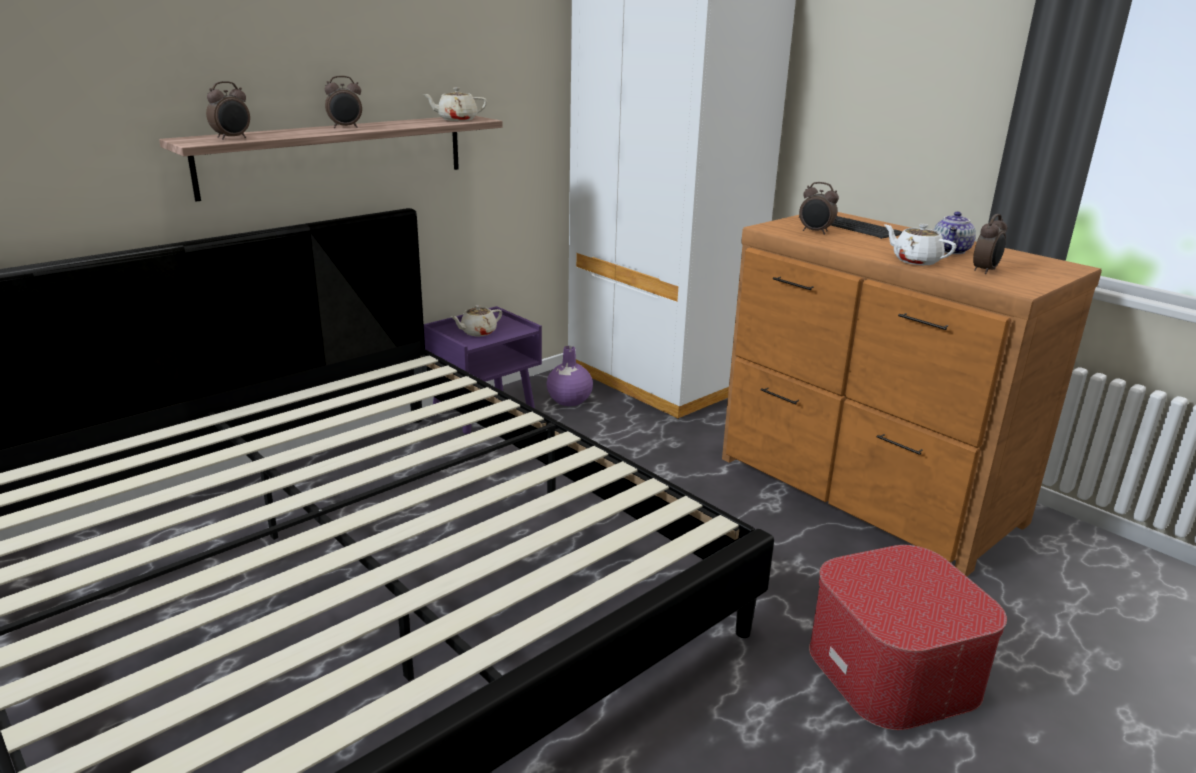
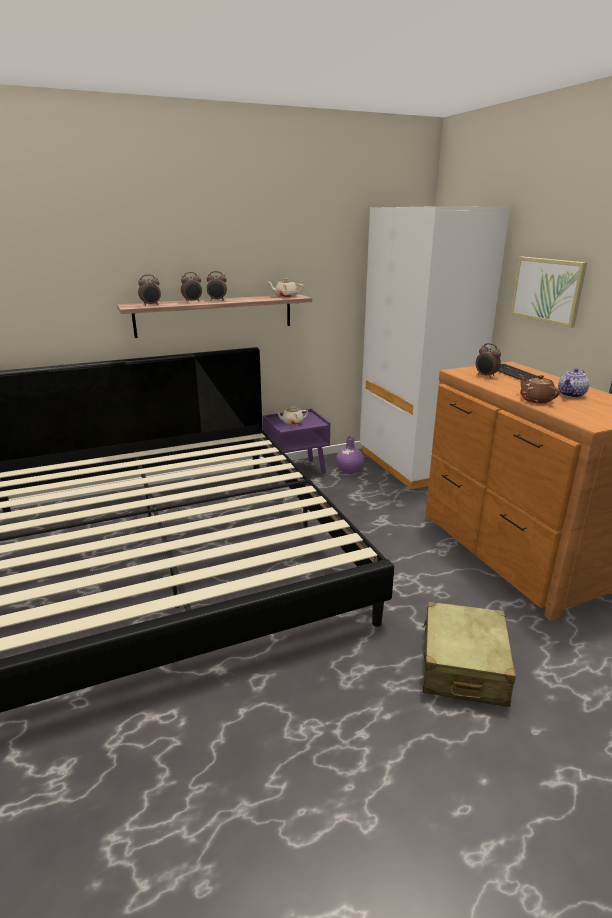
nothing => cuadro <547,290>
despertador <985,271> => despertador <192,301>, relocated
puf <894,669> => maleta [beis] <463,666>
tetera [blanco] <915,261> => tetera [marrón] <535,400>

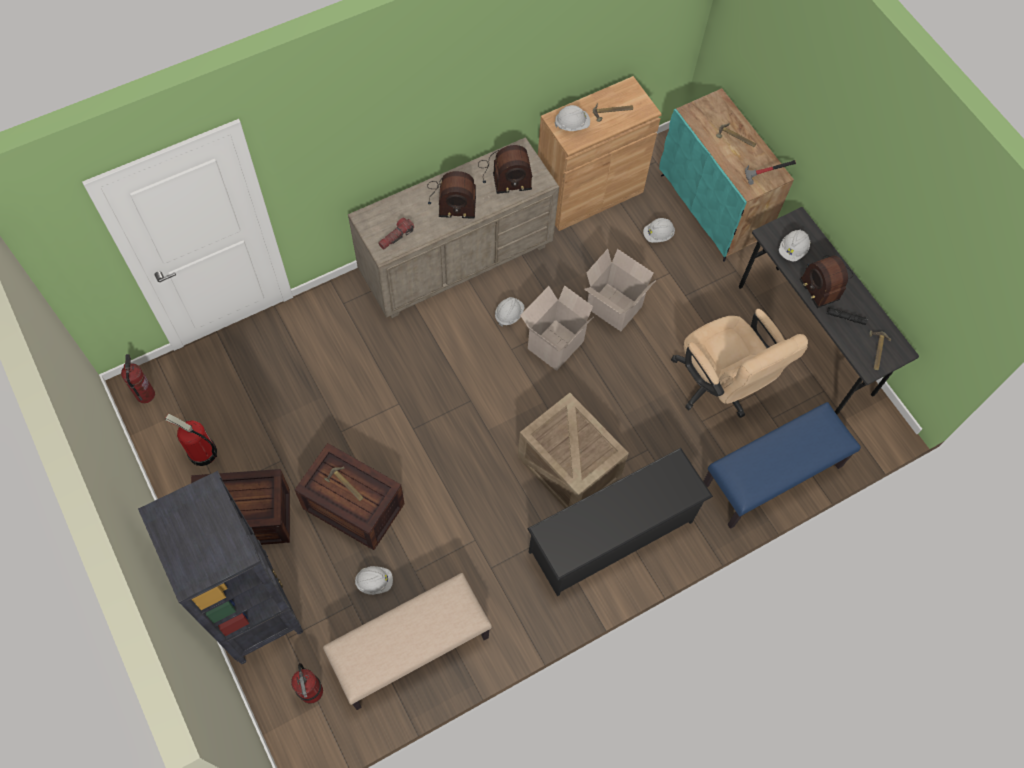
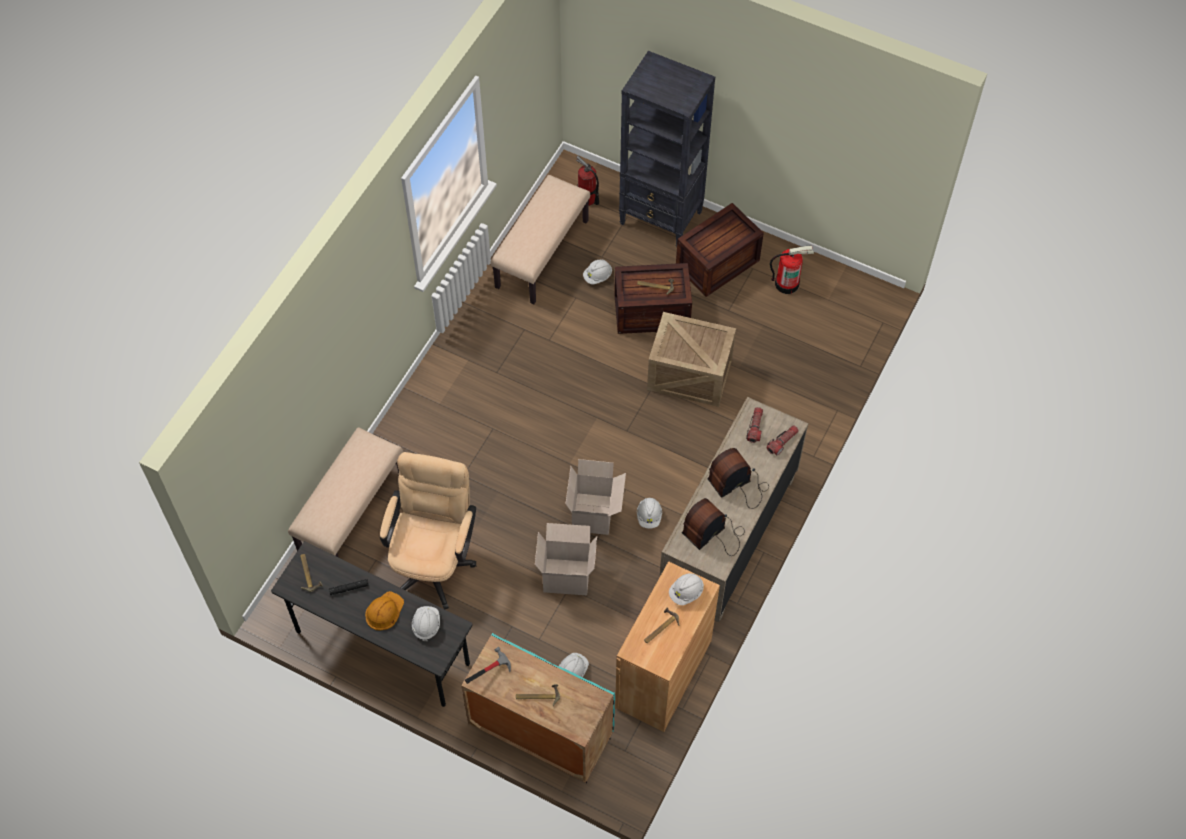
extintor <145,394> => nothing
zapatero [negro] <611,536> => nothing
nothing => linterna <782,442>
caja de embalaje <567,466> => caja de embalaje <691,374>, relocated
radio <823,281> => casco [naranja] <384,611>
banco [azul] <771,477> => banco [beis] <351,511>
silla de oficina [beis] <720,387> => silla de oficina [beis] <434,560>, 75 degrees clockwise

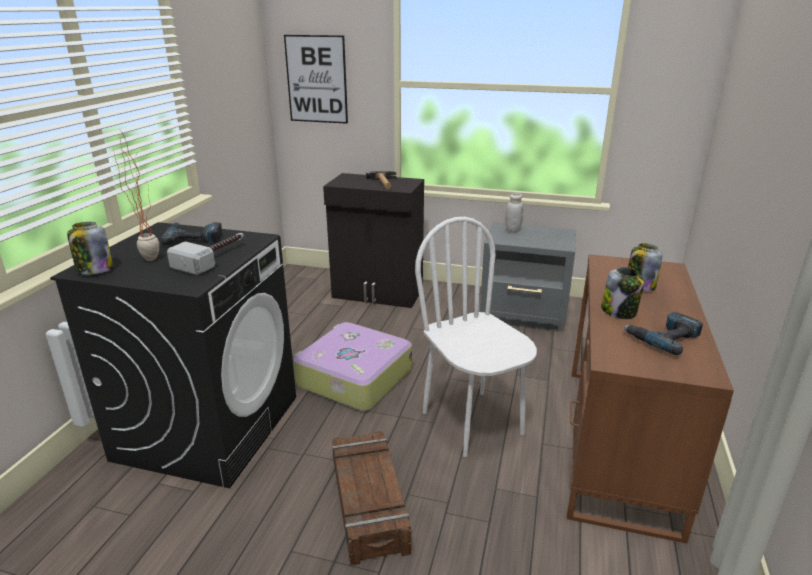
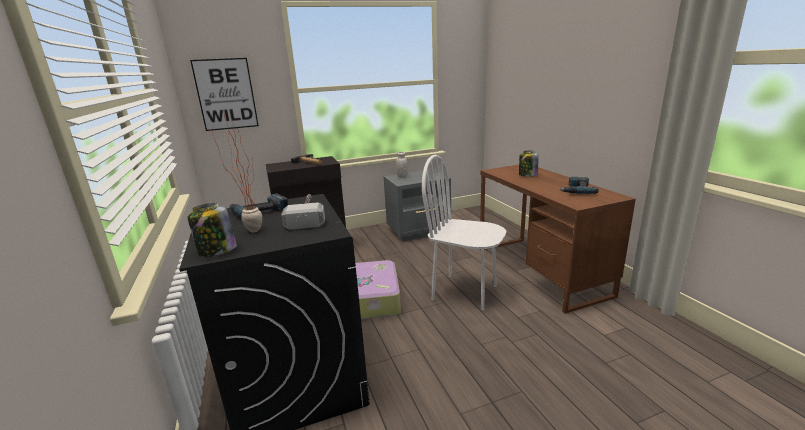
caja de embalaje <369,503> => nothing
tarro <619,312> => nothing

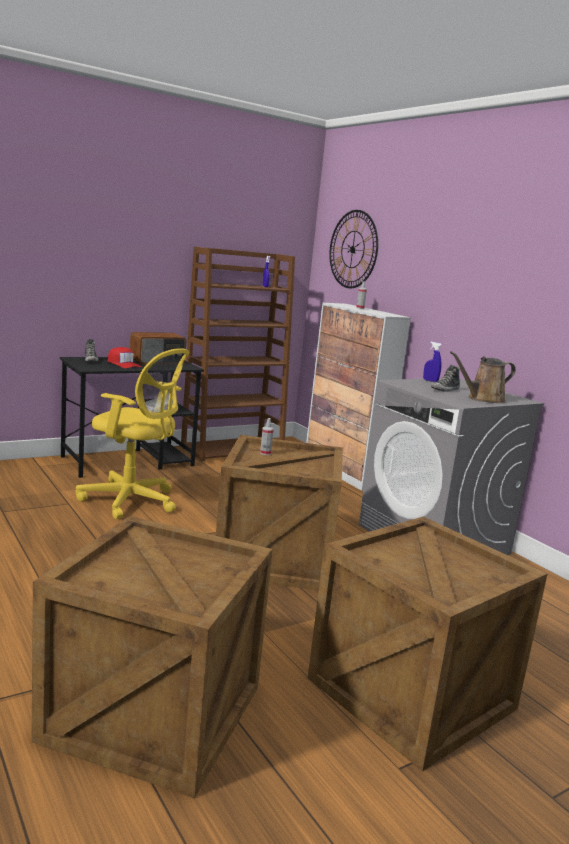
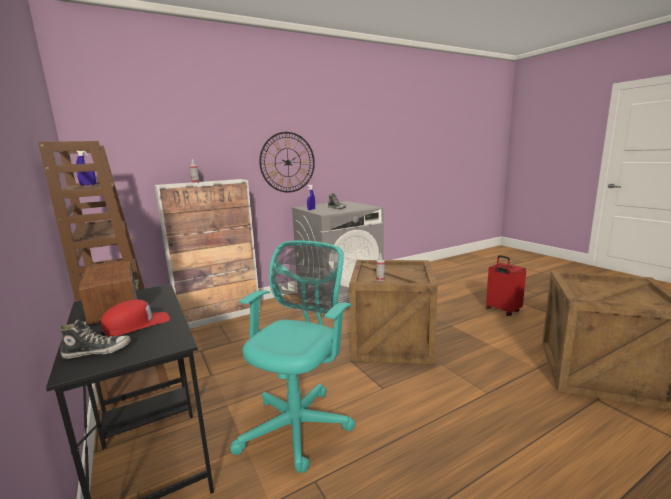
regadera [marrón] <483,399> => nothing
reloj de pared <353,249> => reloj de pared <287,162>, relocated
caja de embalaje <411,691> => maleta [rojo] <502,310>
silla de oficina [amarillo] <132,501> => silla de oficina [turquesa] <299,424>

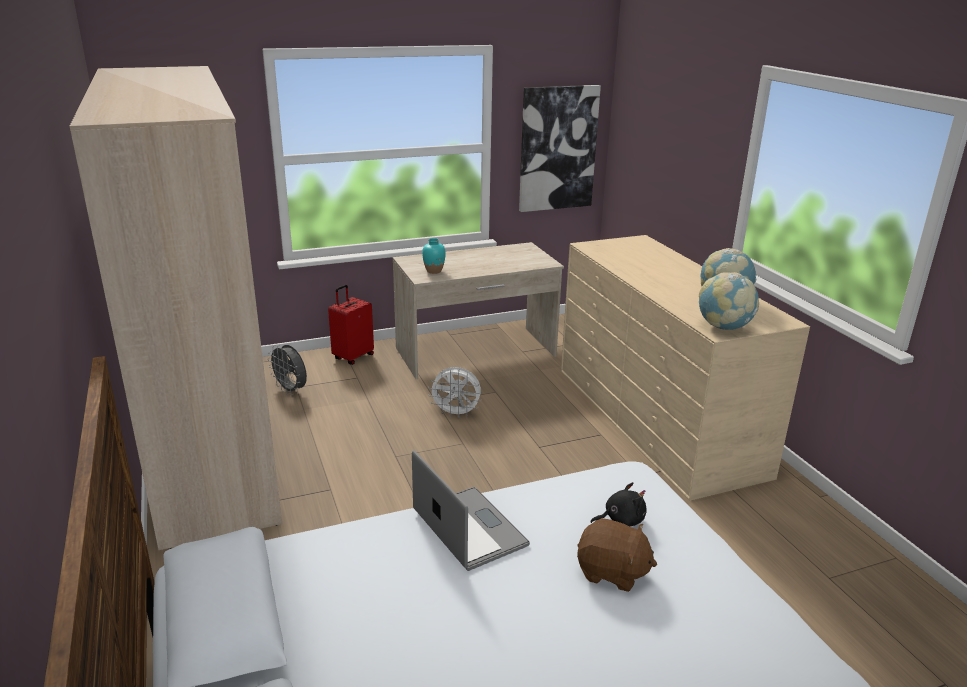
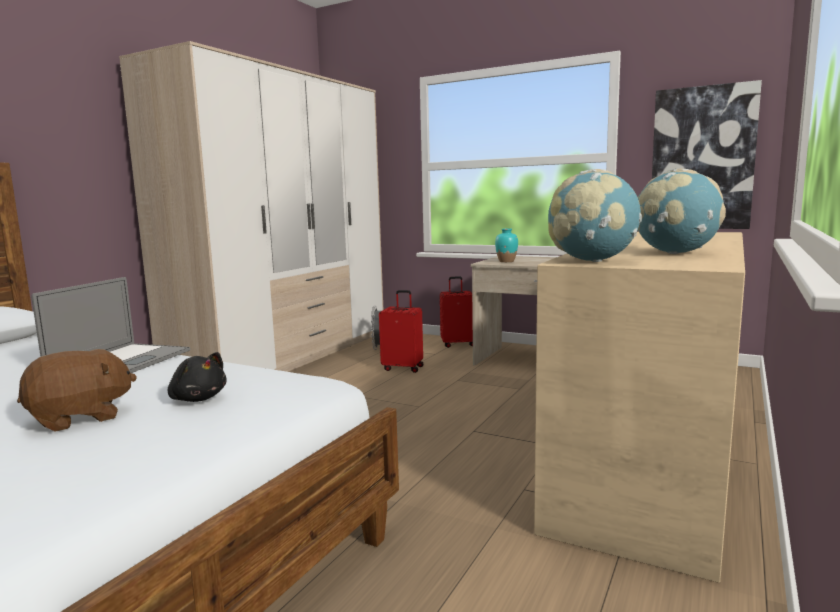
ventilador [blanco] <456,414> => nothing
nothing => maleta [rojo] <403,368>
peluche [marrón] <612,572> => peluche [marrón] <80,418>, 105 degrees counterclockwise

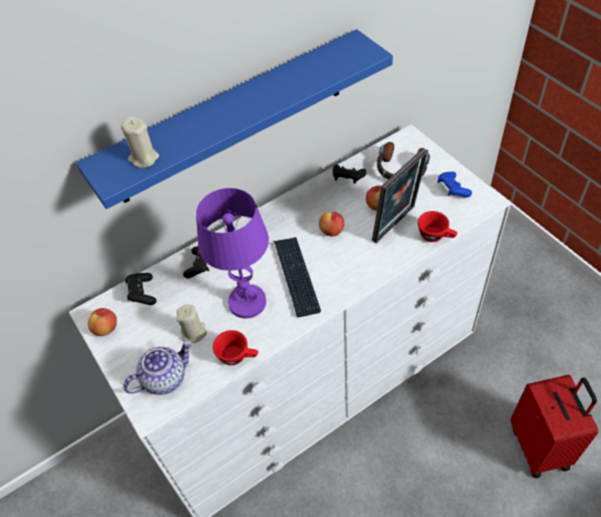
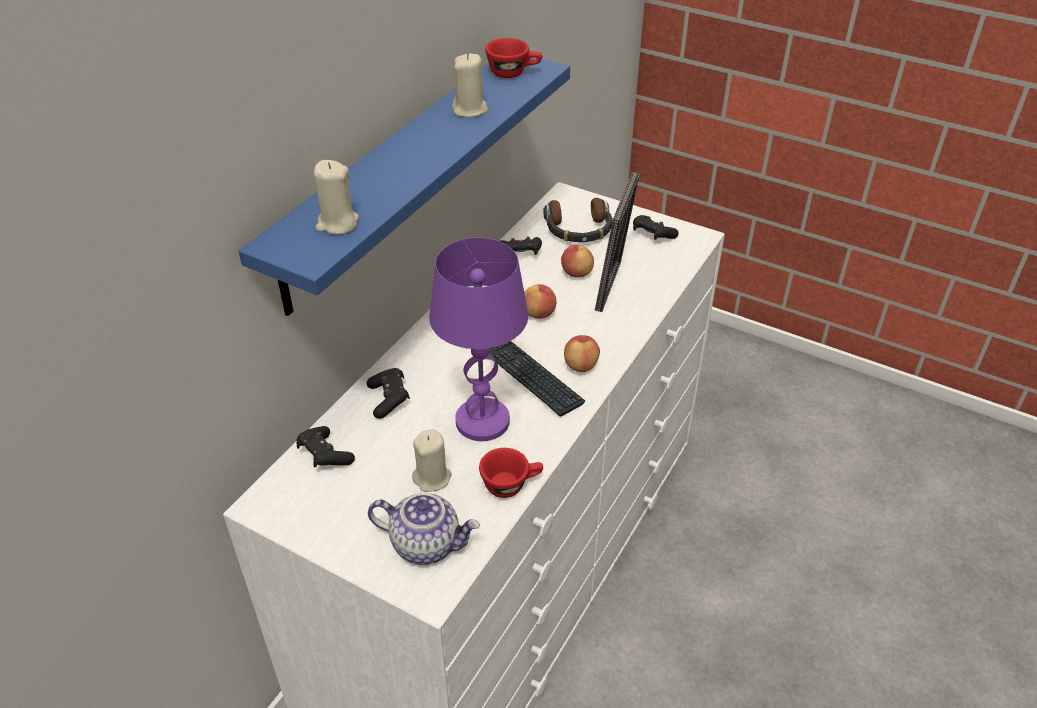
maleta [rojo] <540,447> => nothing
nothing => vela [beis] <470,110>
manzana <106,328> => manzana <580,366>, relocated
taza [rojo] <436,236> => taza [rojo] <513,73>, relocated
mando de consola [azul] <452,189> => mando de consola [negro] <652,235>
tetera <165,378> => tetera <427,544>, 75 degrees clockwise

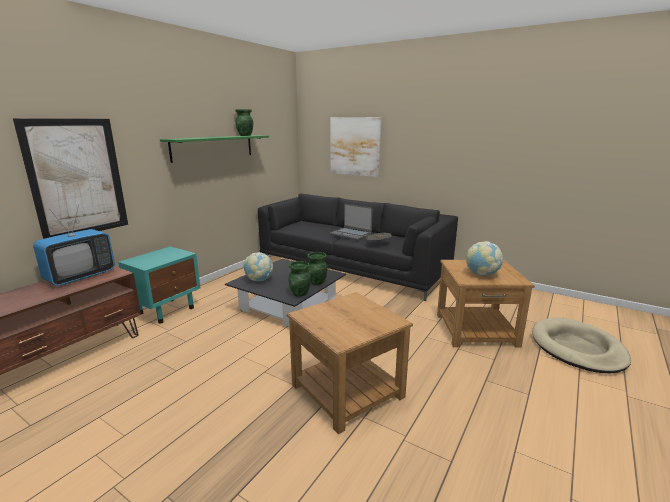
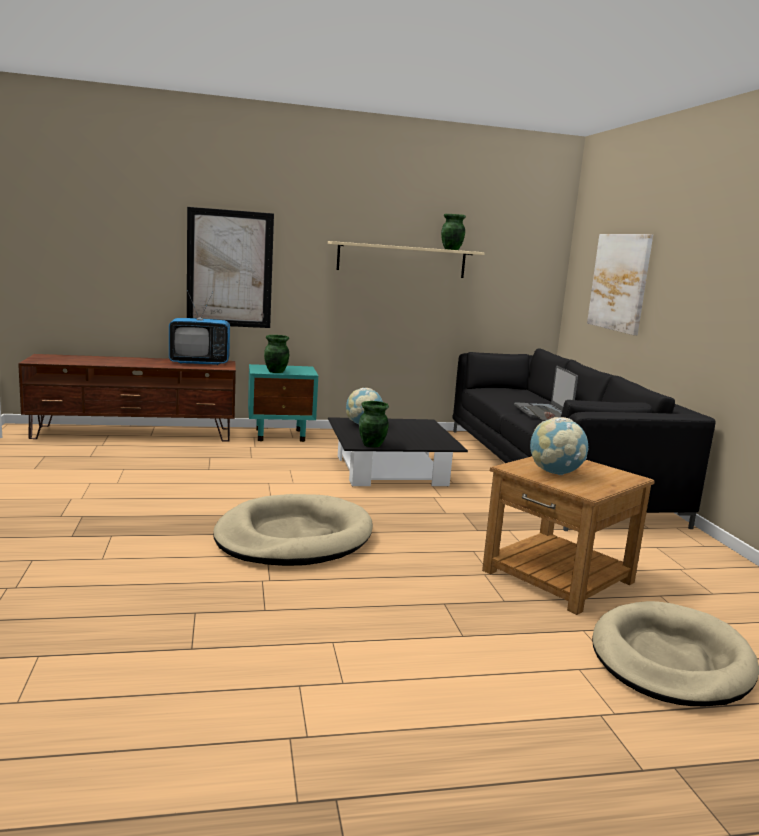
florero [verde] <317,282> => florero [verde] <276,371>, relocated
mesa auxiliar [marrón] <347,390> => cama para perro [beis] <293,537>
estante [verde] <213,147> => estante [beis] <402,260>

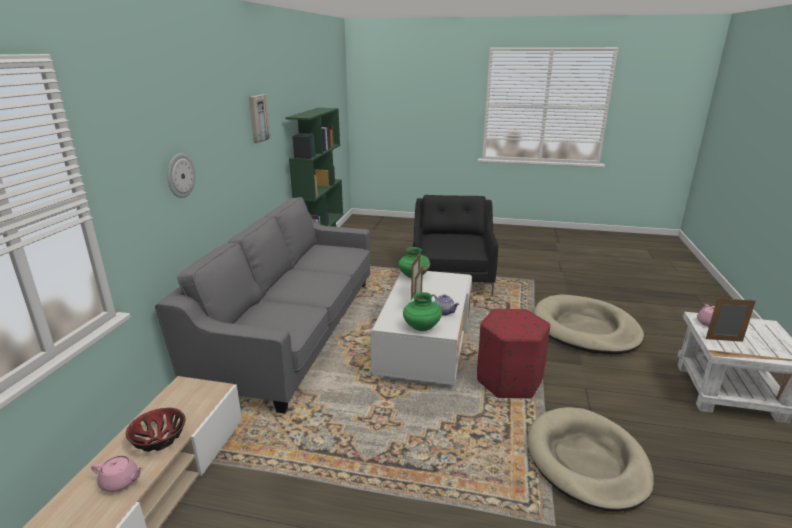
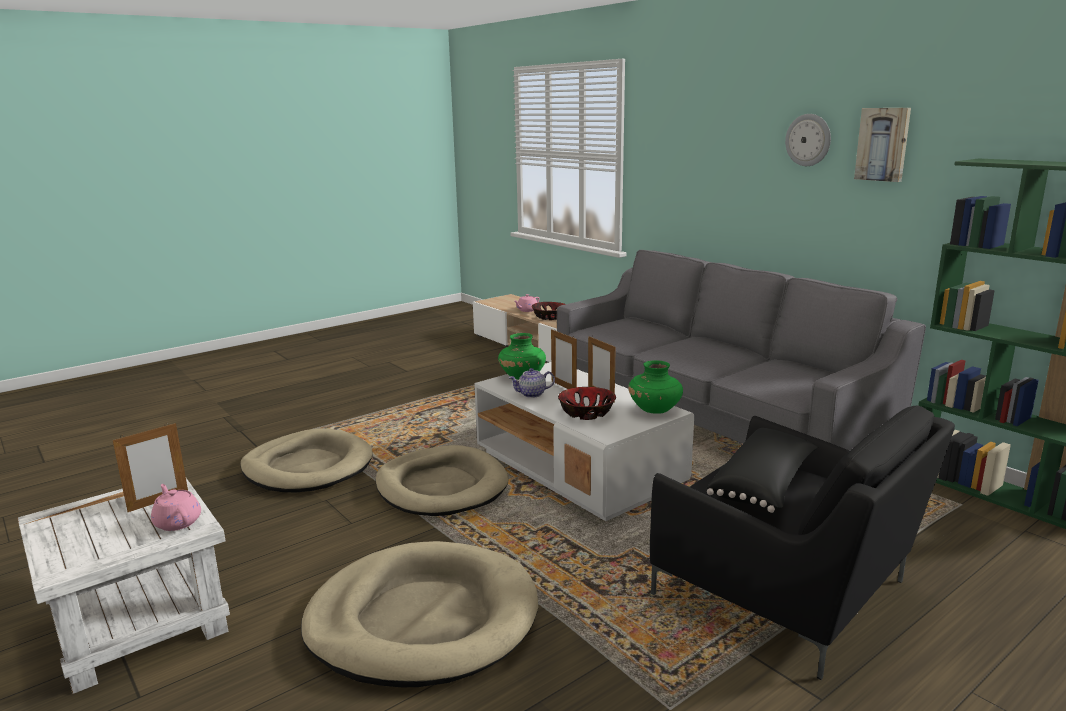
nothing => cuenco <586,413>
nothing => cojín [negro] <765,486>
reloj de pared <180,175> => reloj de pared <808,140>, relocated
puf [rojo] <508,381> => cama para perro [beis] <441,486>

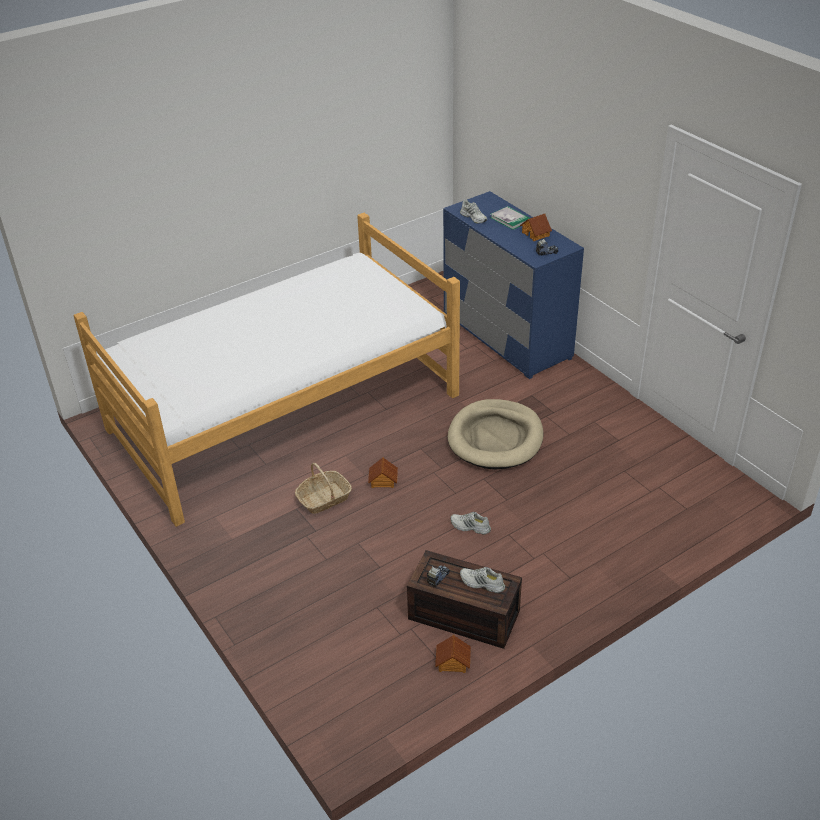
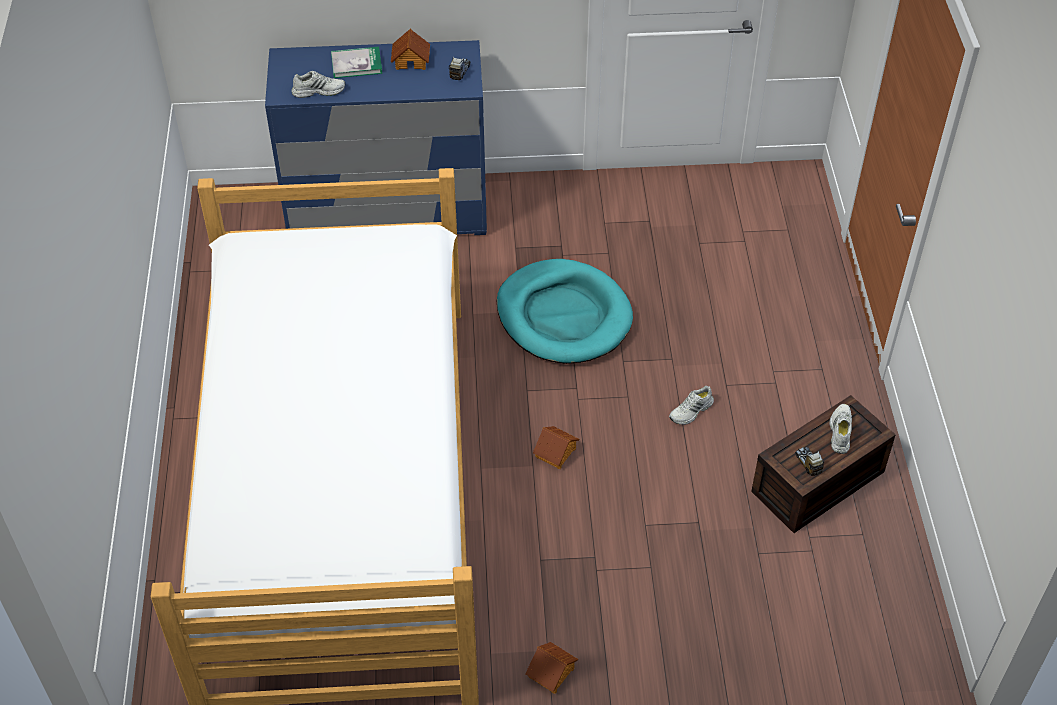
cesta <324,499> => nothing
casita <452,662> => casita <552,673>, relocated
cama para perro [beis] <495,438> => cama para perro [turquesa] <563,316>
zapato [blanco] <481,583> => zapato [blanco] <839,431>, 135 degrees clockwise

